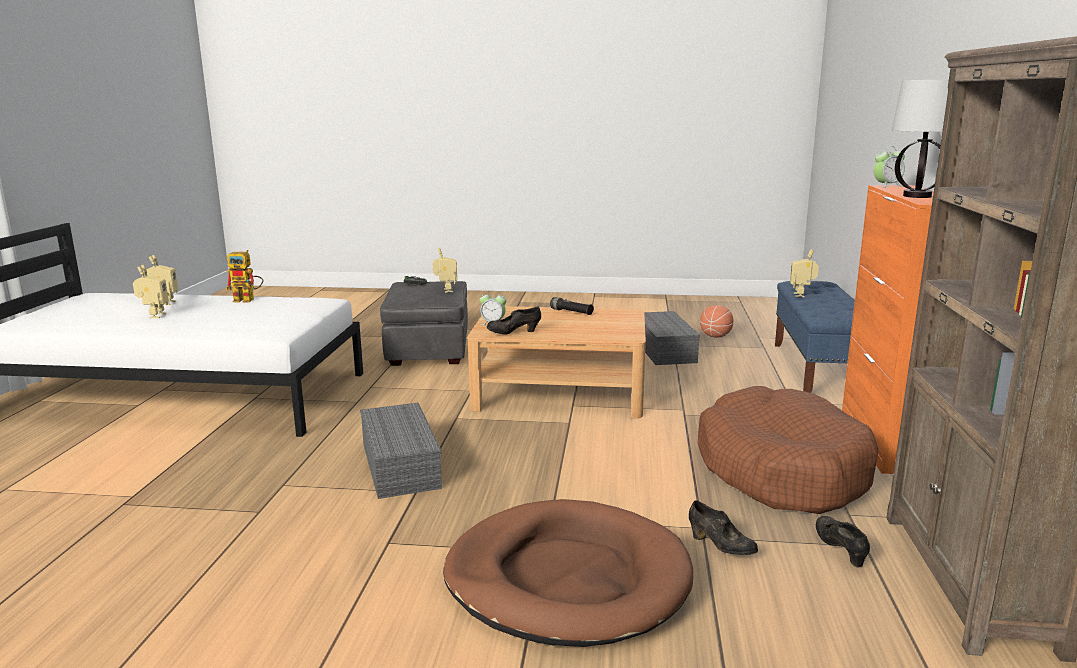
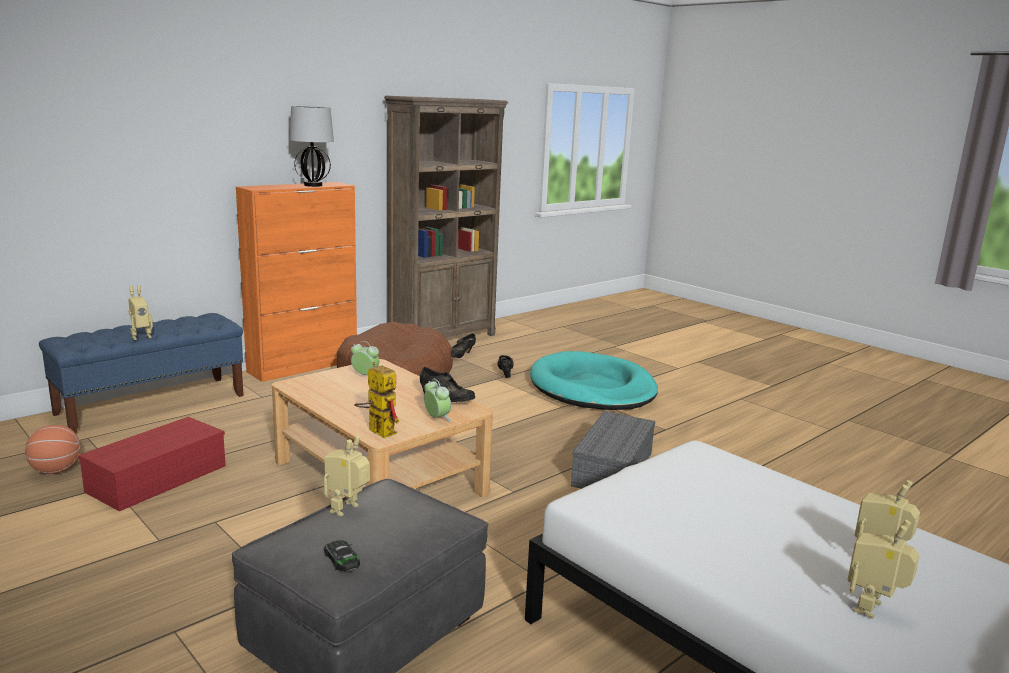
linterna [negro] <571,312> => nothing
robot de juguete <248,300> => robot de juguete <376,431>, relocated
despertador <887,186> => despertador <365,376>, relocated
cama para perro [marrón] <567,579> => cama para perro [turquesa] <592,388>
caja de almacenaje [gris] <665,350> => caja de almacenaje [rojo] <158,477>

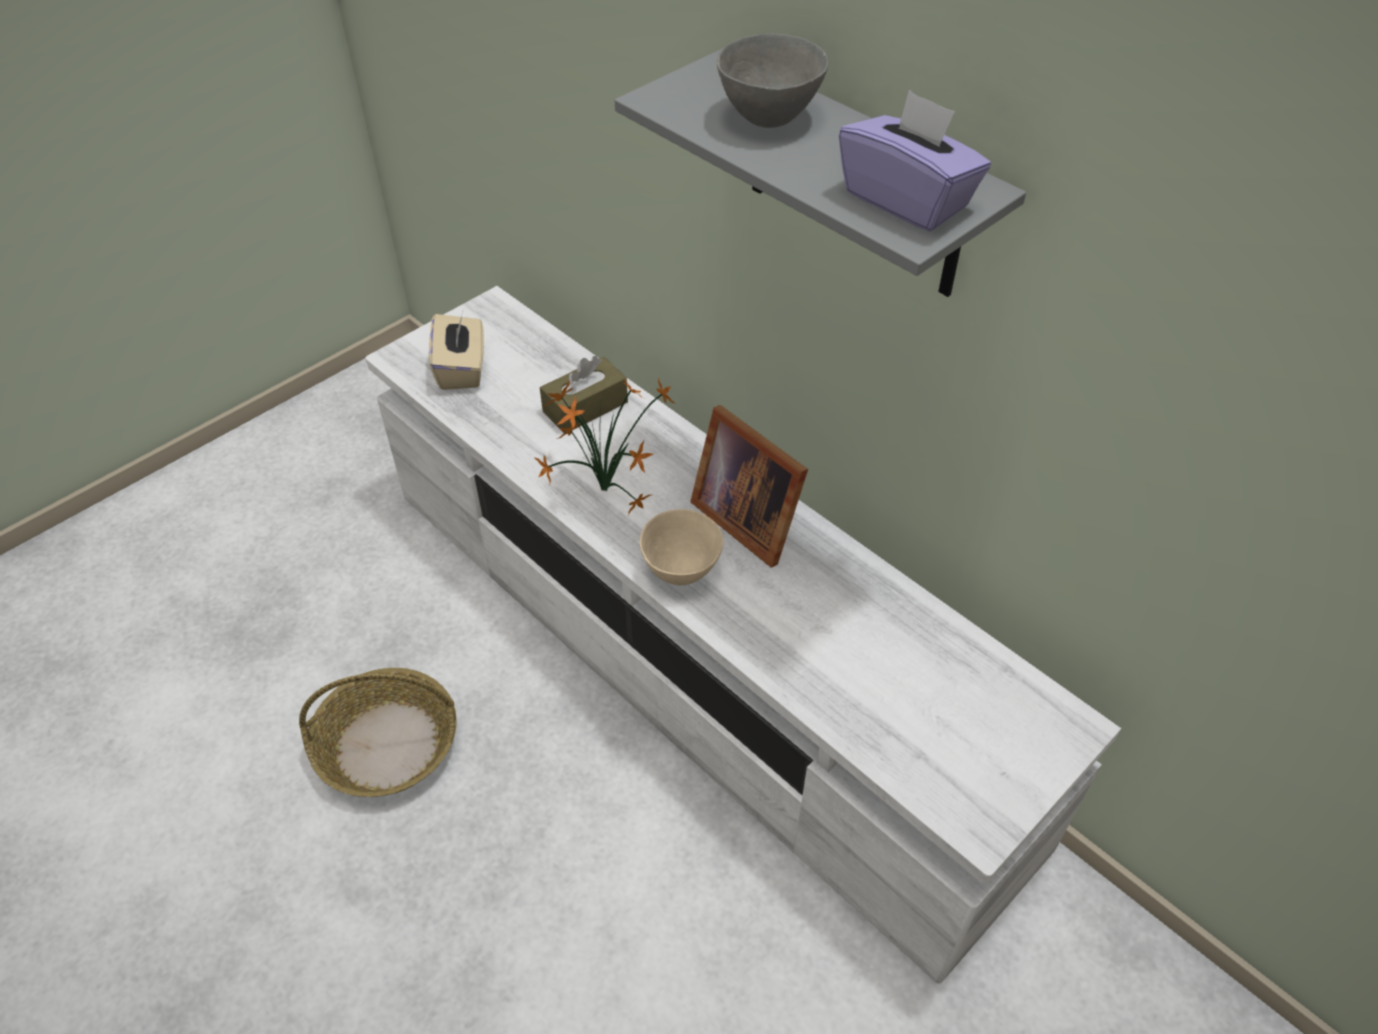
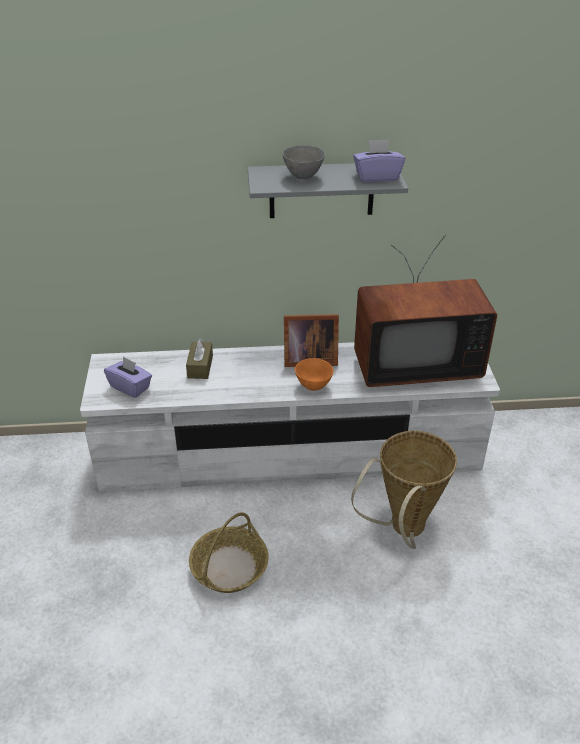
planta en maceta <602,488> => nothing
nothing => cesta <402,530>
nothing => televisor <413,364>
caja de pañuelos [beis] <462,369> => caja de pañuelos [morado] <130,387>
cuenco [beis] <682,571> => cuenco [naranja] <314,386>

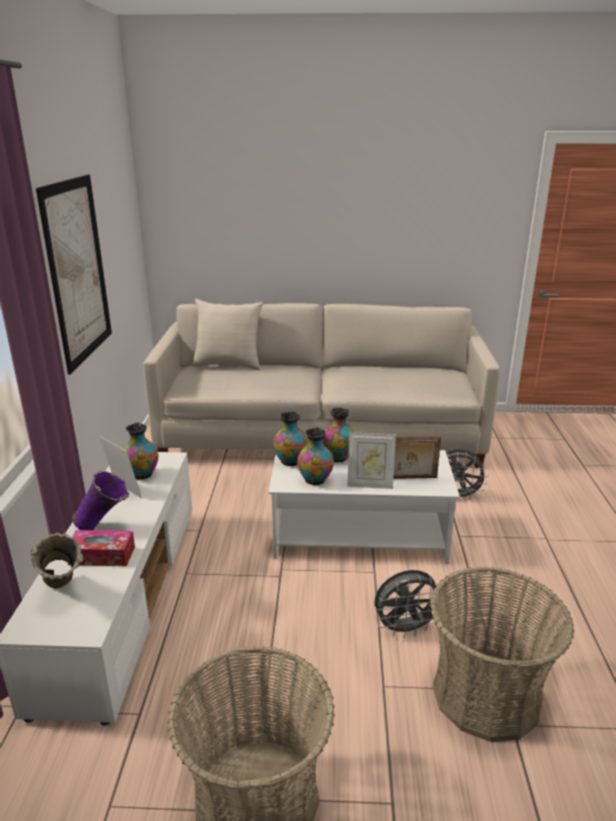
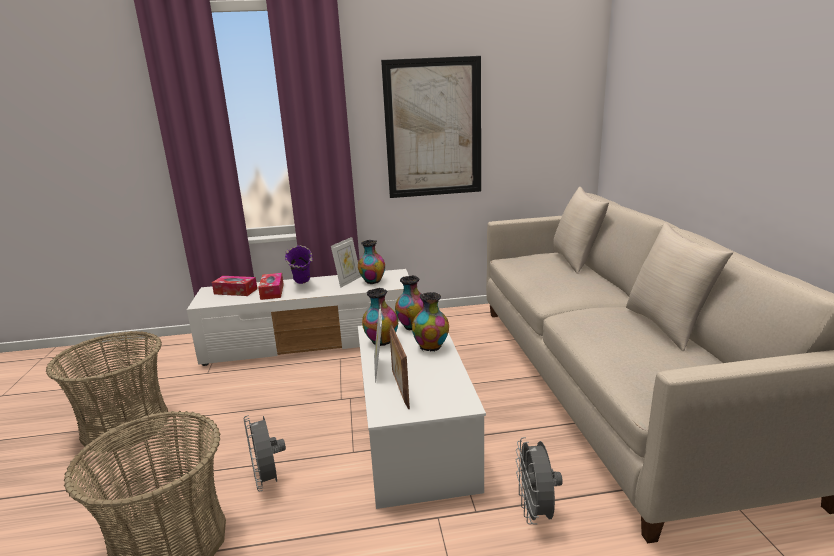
nothing => cojín [beis] <667,326>
florero [beis] <64,594> => caja de pañuelos <235,291>

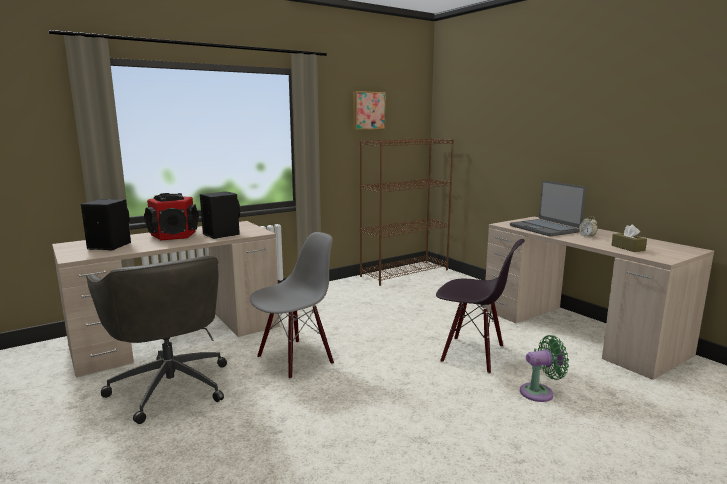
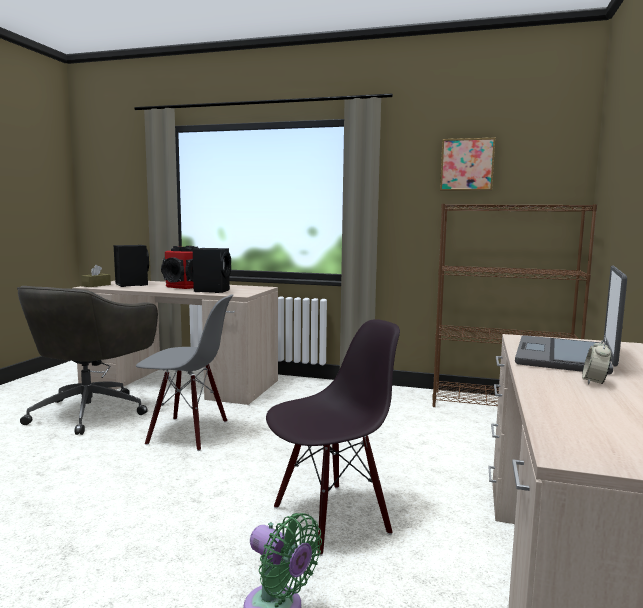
caja de pañuelos [marrón] <628,248> => caja de pañuelos [marrón] <96,285>, relocated
silla [negro] <472,354> => silla [negro] <330,518>, 105 degrees counterclockwise

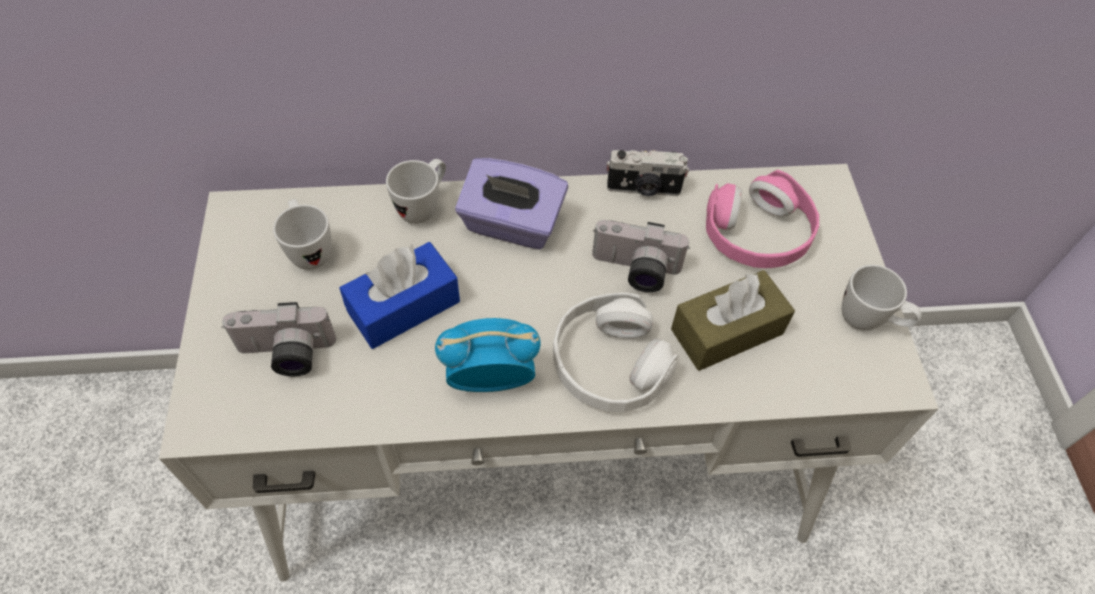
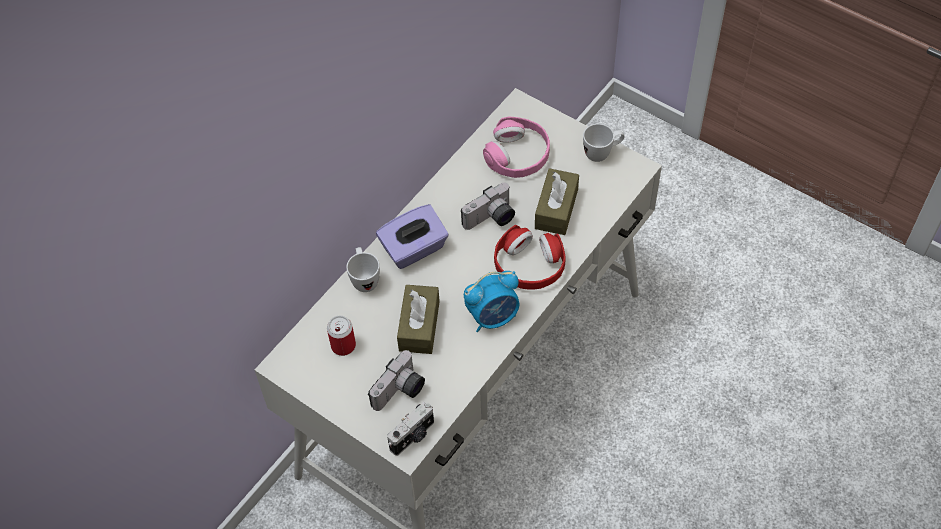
cámara <643,189> => cámara <413,436>, relocated
taza grande [blanco] <309,250> => lata <343,345>
caja de pañuelos [azul] <404,306> => caja de pañuelos [marrón] <419,326>
auriculares [blanco] <609,363> => auriculares [rojo] <529,265>
despertador <490,379> => despertador <493,317>, 150 degrees counterclockwise

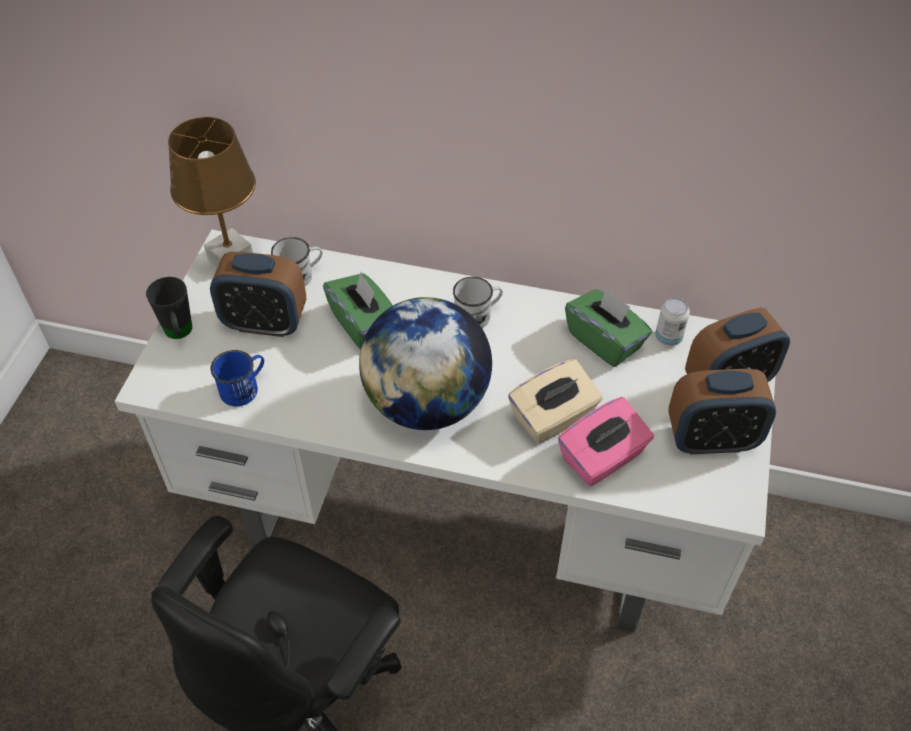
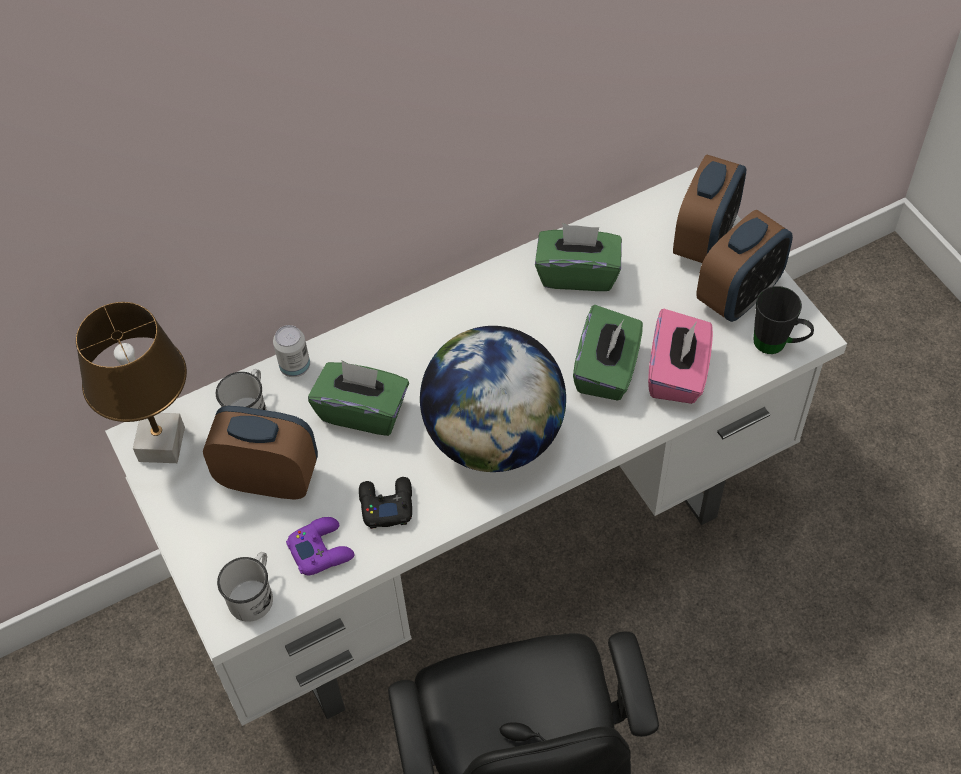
nothing => mando de consola [negro] <386,504>
taza grande [negro] <179,334> => taza grande [negro] <777,345>, relocated
taza grande [blanco] <478,315> => taza grande [blanco] <254,594>, relocated
lata <668,338> => lata <295,367>, relocated
taza grande [azul] <244,388> => mando de consola [morado] <321,549>
caja de pañuelos [beis] <553,418> => caja de pañuelos [verde] <607,370>
despertador <265,323> => despertador <269,478>, 135 degrees counterclockwise

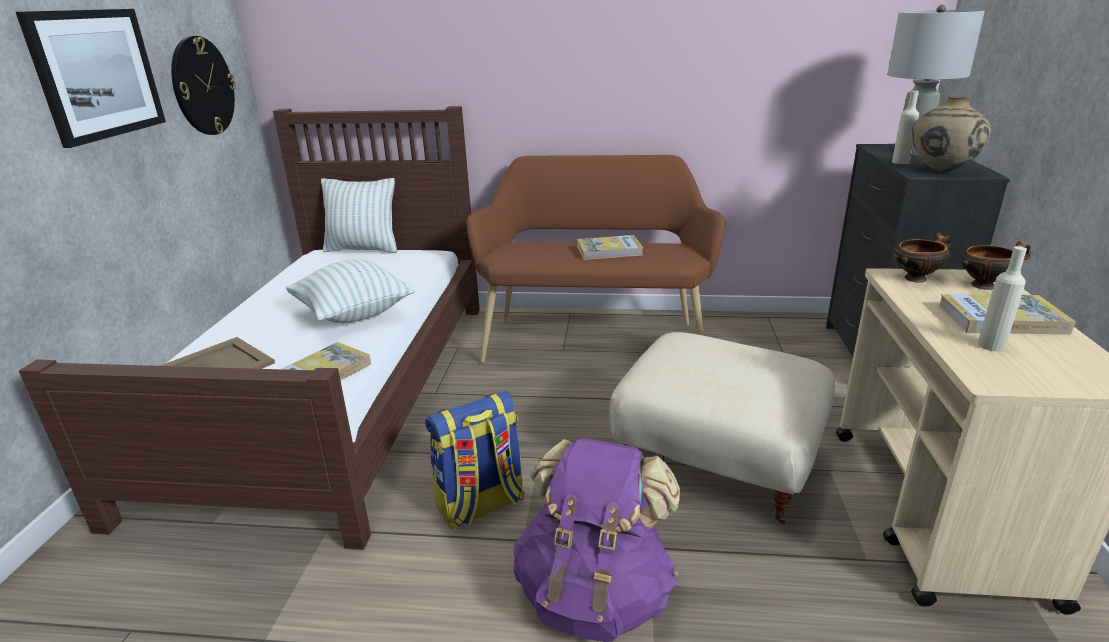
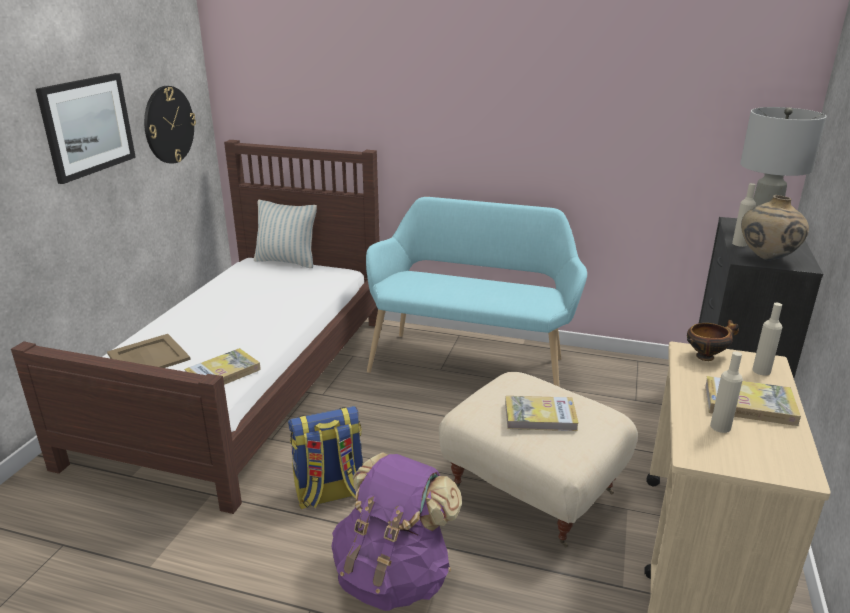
cojín <354,314> => nothing
libro <609,250> => libro <540,416>, relocated
cuenco <985,285> => botella [beis] <761,371>
banco [marrón] <594,338> => banco [turquesa] <471,362>

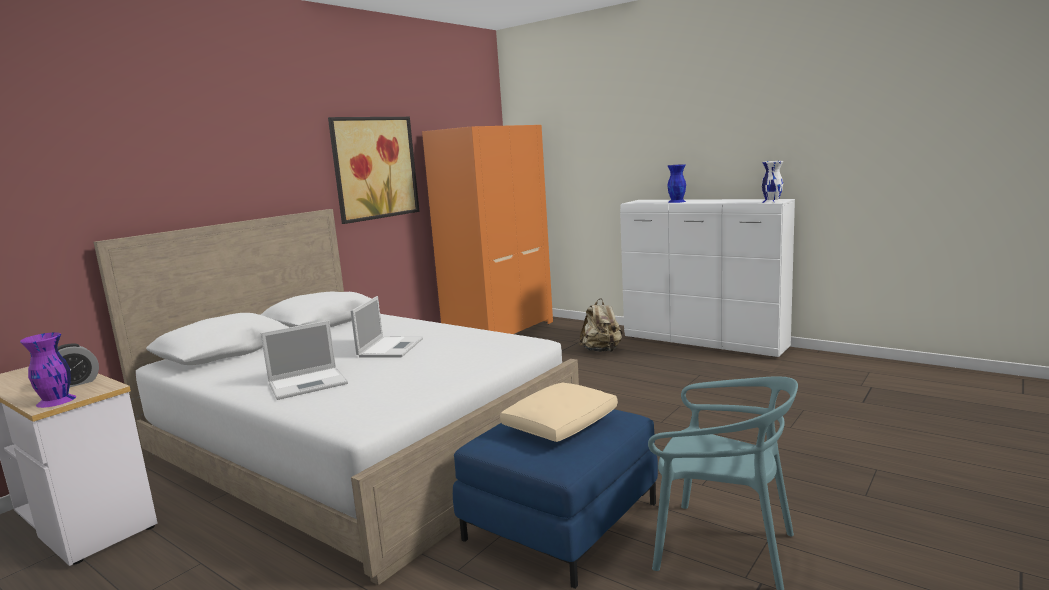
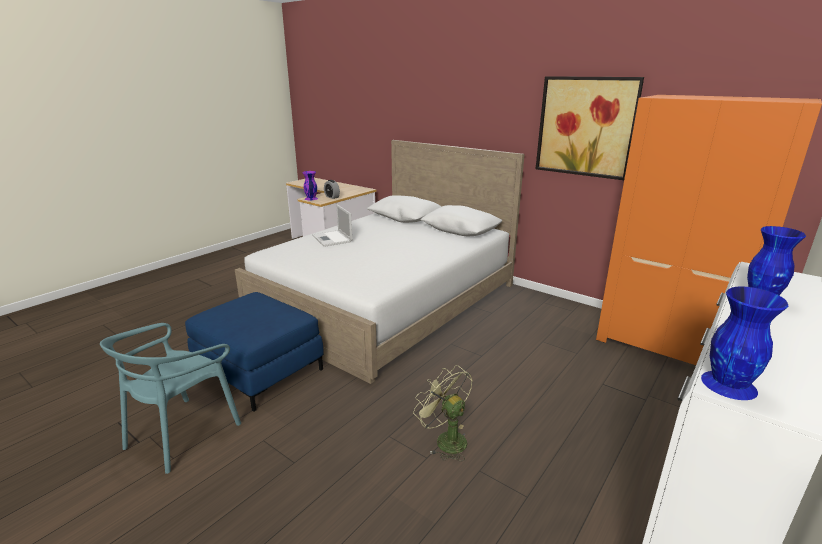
portátil <391,347> => nothing
cojín [beis] <561,425> => nothing
mochila [beis] <602,351> => nothing
nothing => ventilador [verde] <445,439>
florero [blanco] <771,202> => florero [azul] <729,384>

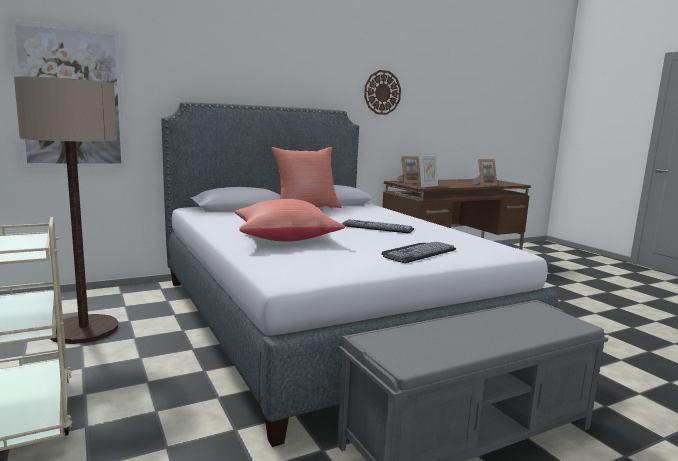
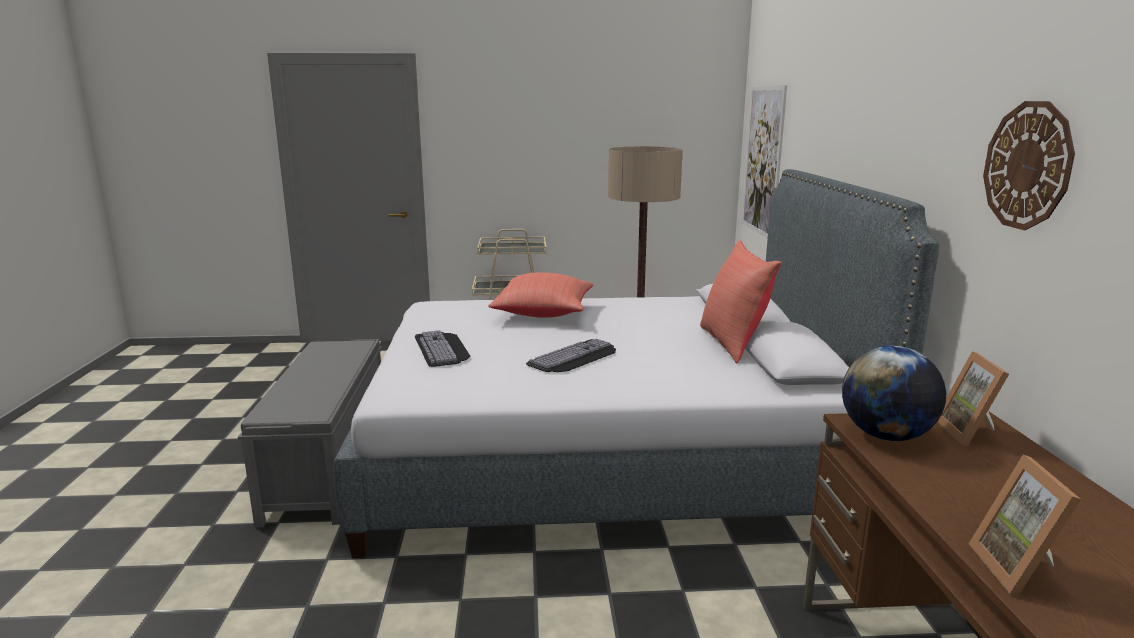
portarretratos <427,186> => globo terráqueo <886,436>

